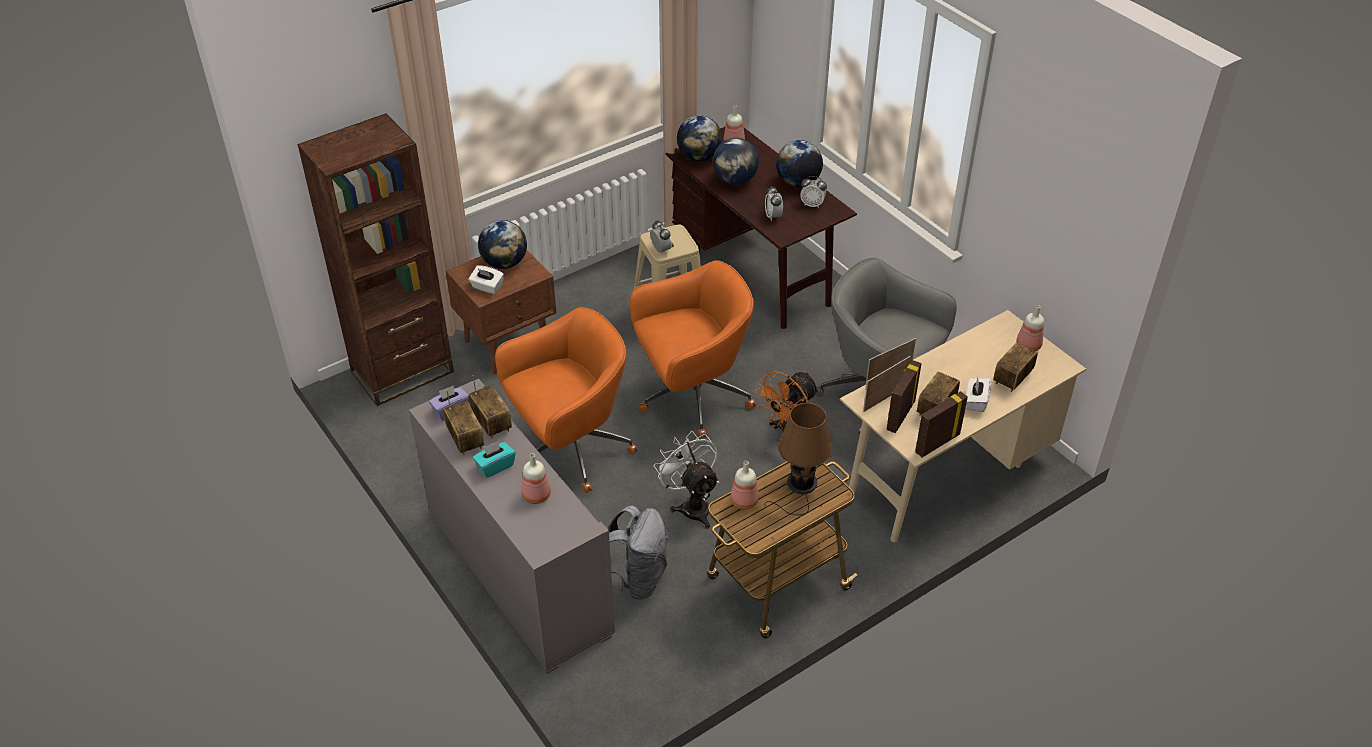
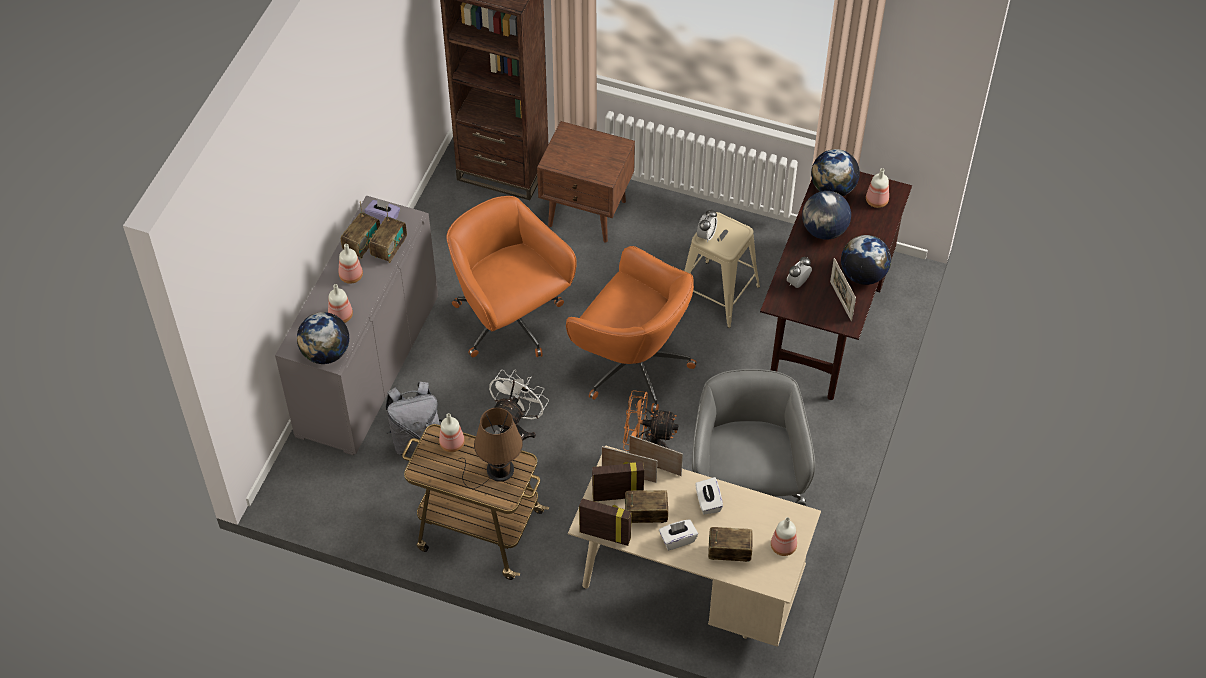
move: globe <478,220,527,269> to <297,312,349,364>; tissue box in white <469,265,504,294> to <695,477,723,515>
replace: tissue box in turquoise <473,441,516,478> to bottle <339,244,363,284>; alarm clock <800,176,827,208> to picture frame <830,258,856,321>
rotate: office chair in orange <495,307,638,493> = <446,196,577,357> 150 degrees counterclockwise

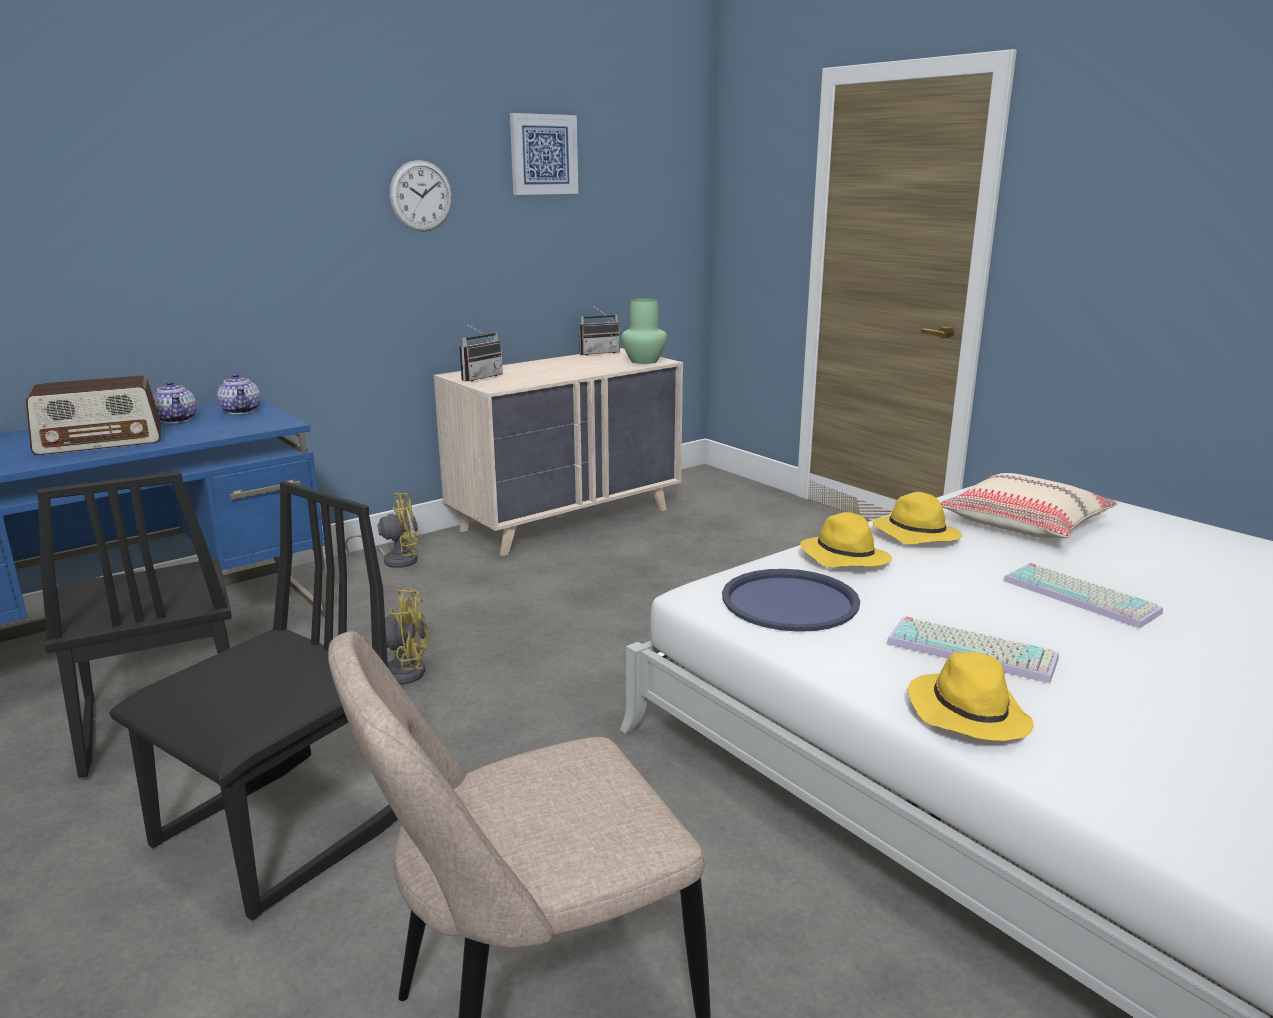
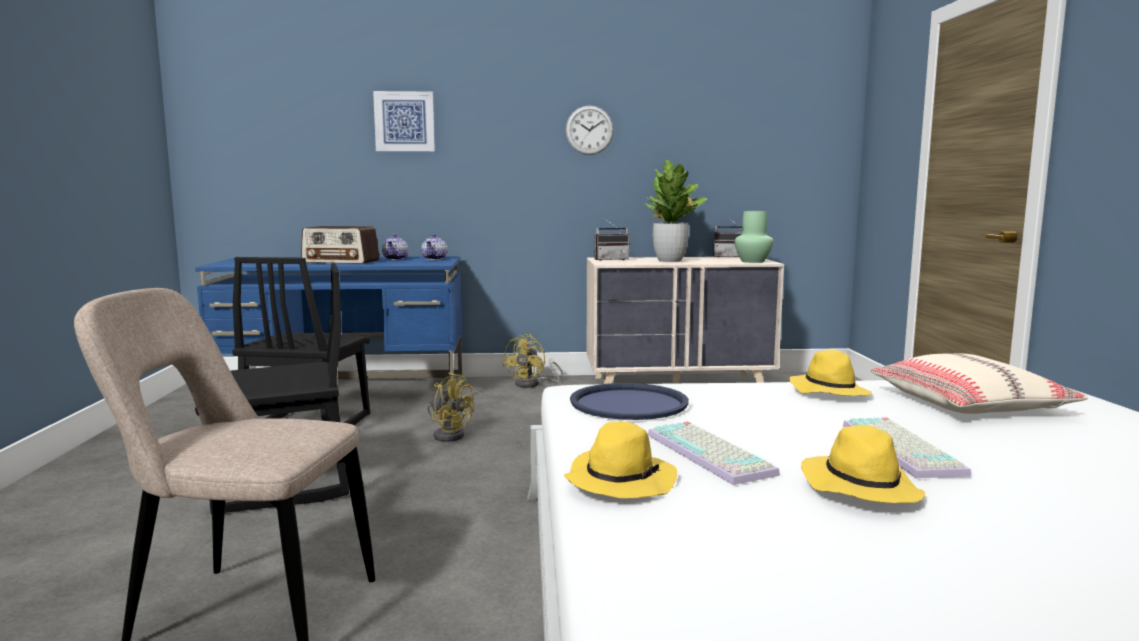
insert: potted plant <645,160,708,262>
move: picture <510,113,578,195> to <373,91,435,152>; hat in yellow <800,512,892,567> to <801,425,925,503>
rotate: fan in yellow <345,493,419,568> = <503,334,563,388> 90 degrees clockwise

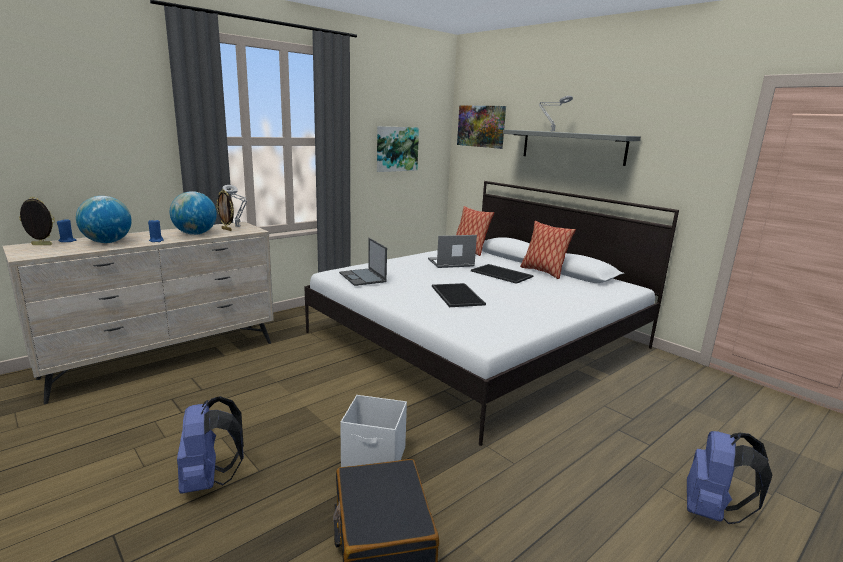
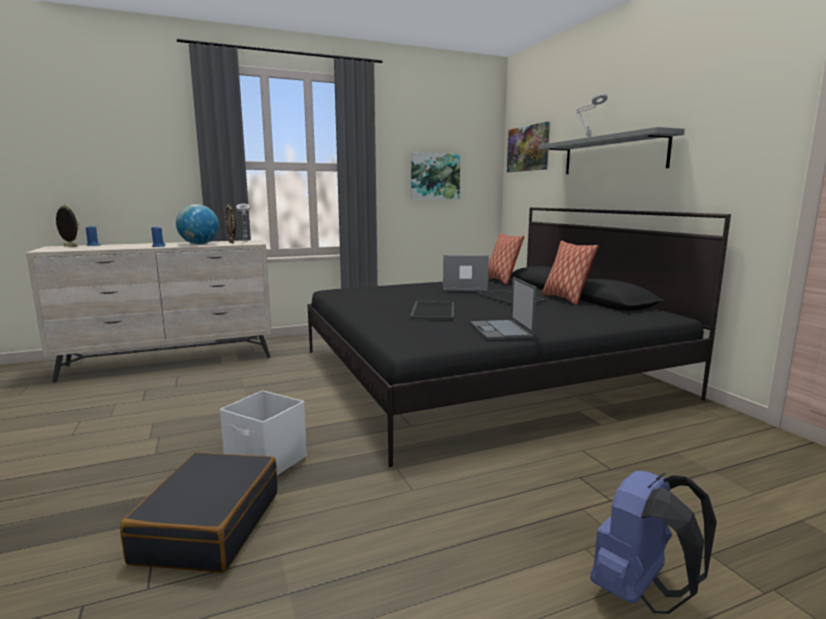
delete: globe <76,196,132,243>; backpack in blue <177,396,244,494>
move: laptop <339,238,387,286> to <470,277,537,340>
recolor: bed in white <304,181,679,446> to bed in black <307,207,731,467>

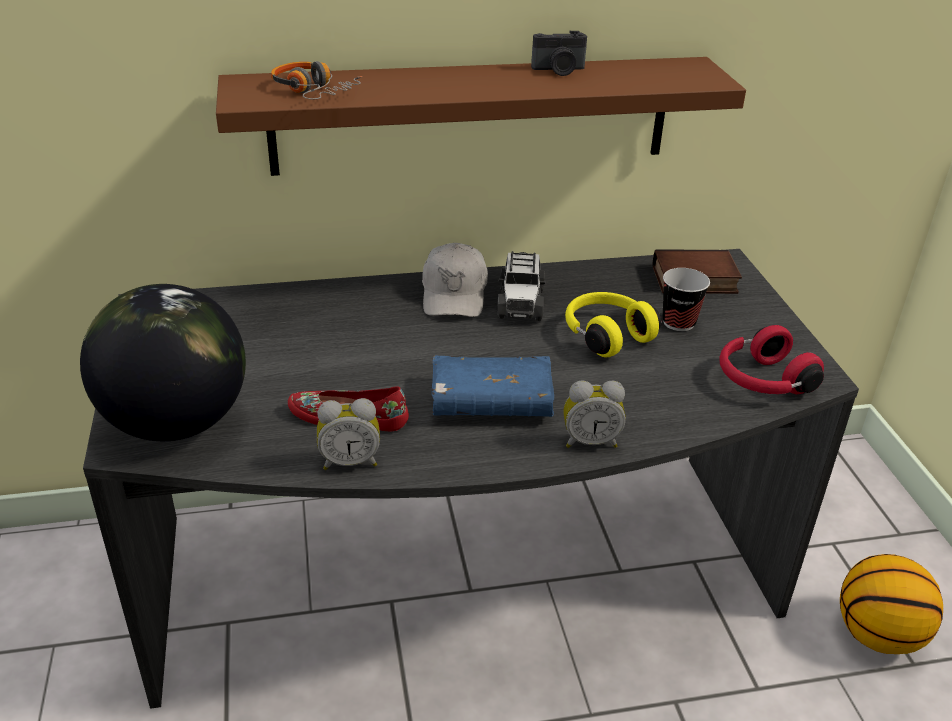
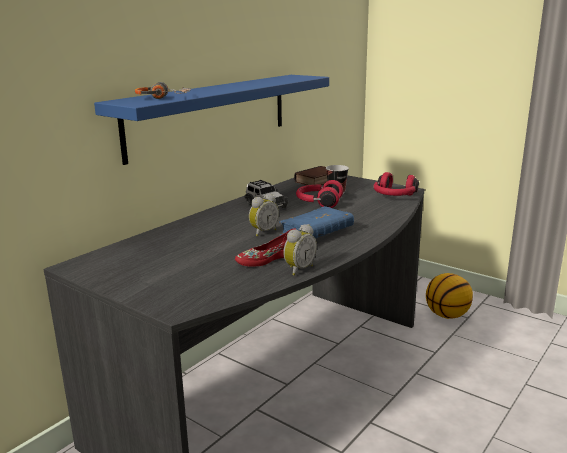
delete: globe <80,284,246,441>; cap in white <422,243,488,317>; photo camera <531,31,587,76>
move: alarm clock <564,380,626,448> to <249,193,279,237>
recolor: shelf in brown <216,57,746,176> to shelf in blue <94,75,329,165>; headphones in yellow <565,292,661,357> to headphones in red <296,180,343,208>

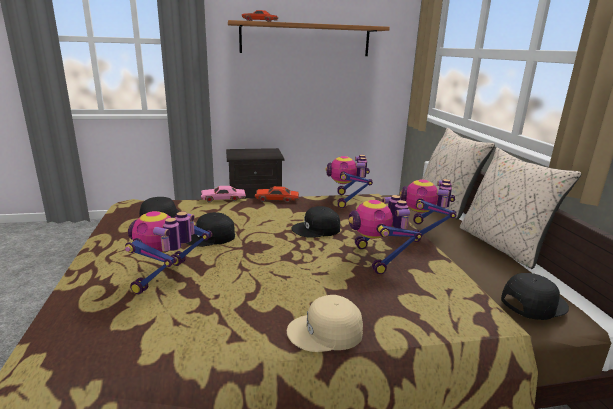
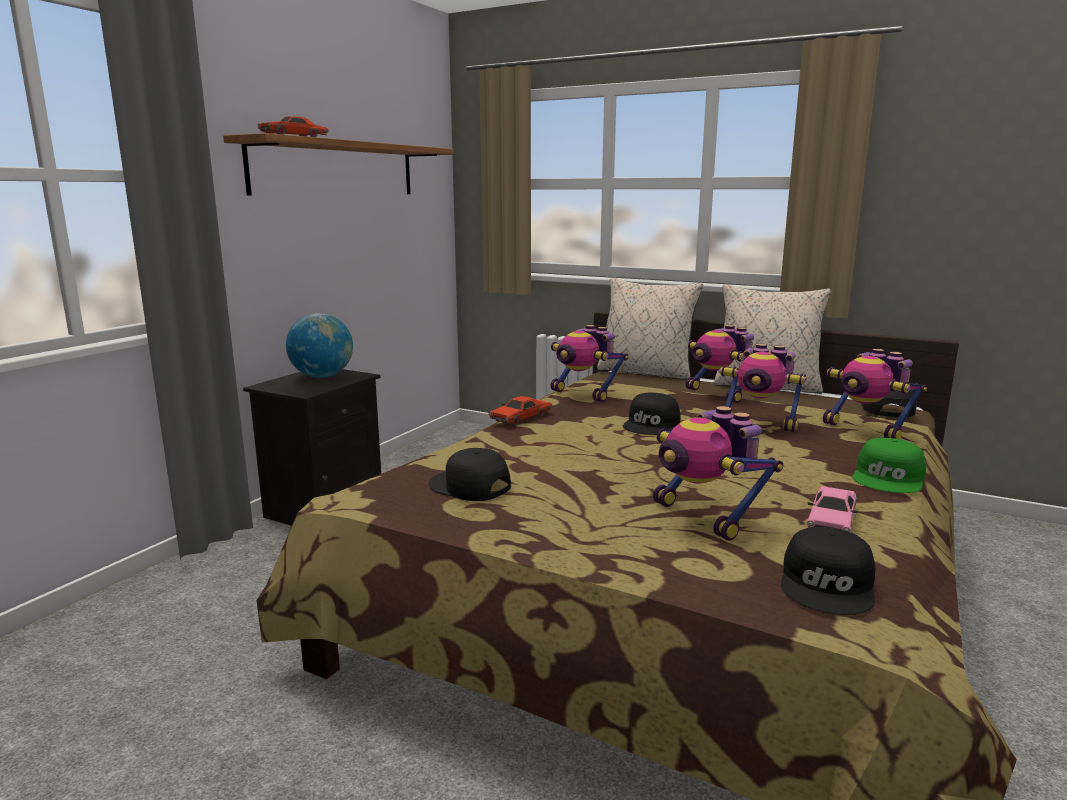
insert: globe <286,313,353,378>; toy robot <823,349,927,439>
move: cap in black <186,212,235,247> to <781,527,875,615>; toy car in pink <201,186,246,202> to <807,486,859,532>
recolor: cap in beige <287,295,363,352> to cap in green <852,438,926,493>

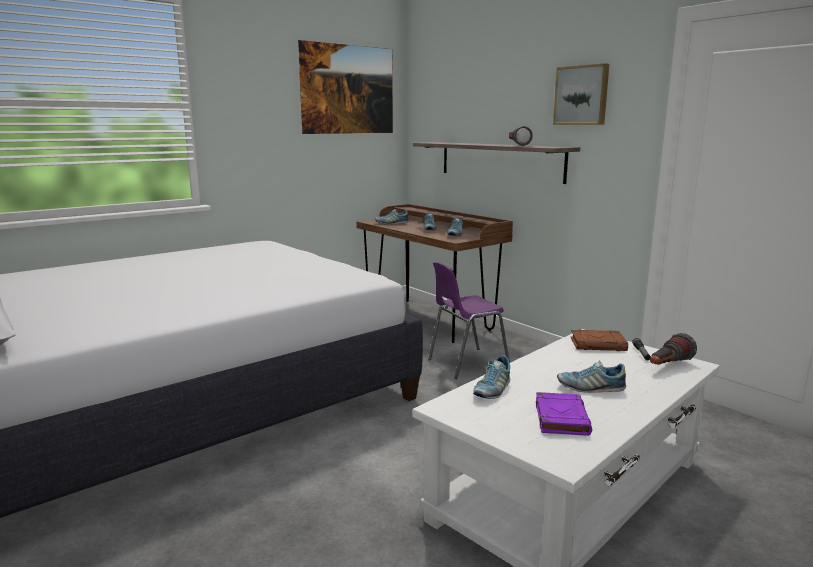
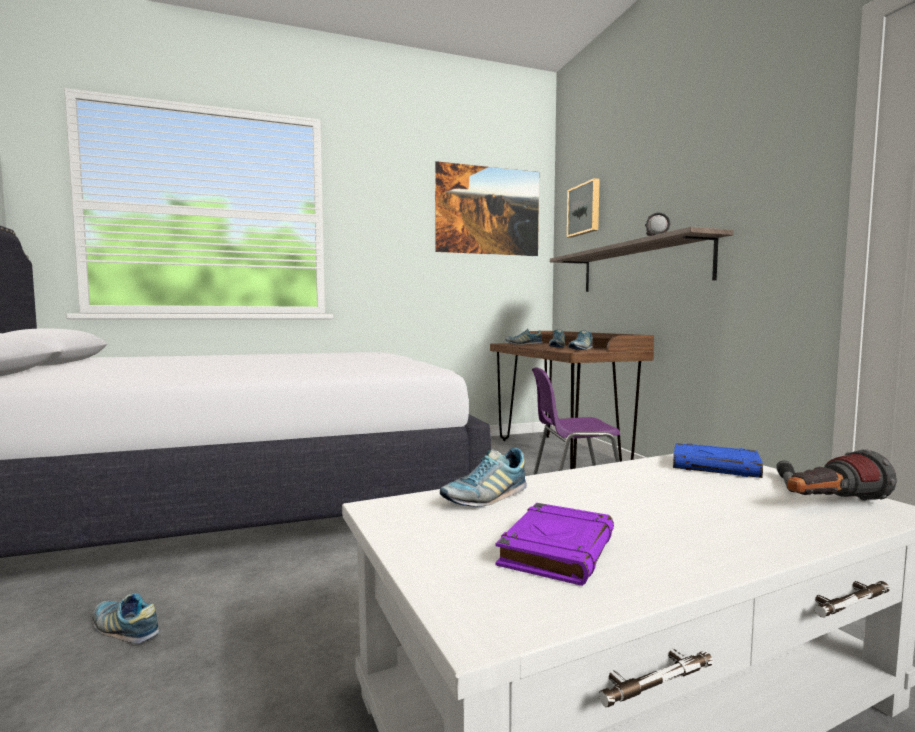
move: shoe <557,361,626,393> to <93,593,161,643>; picture <553,63,609,125> to <567,178,600,238>
recolor: book in brown <571,329,628,351> to book in blue <673,443,763,478>

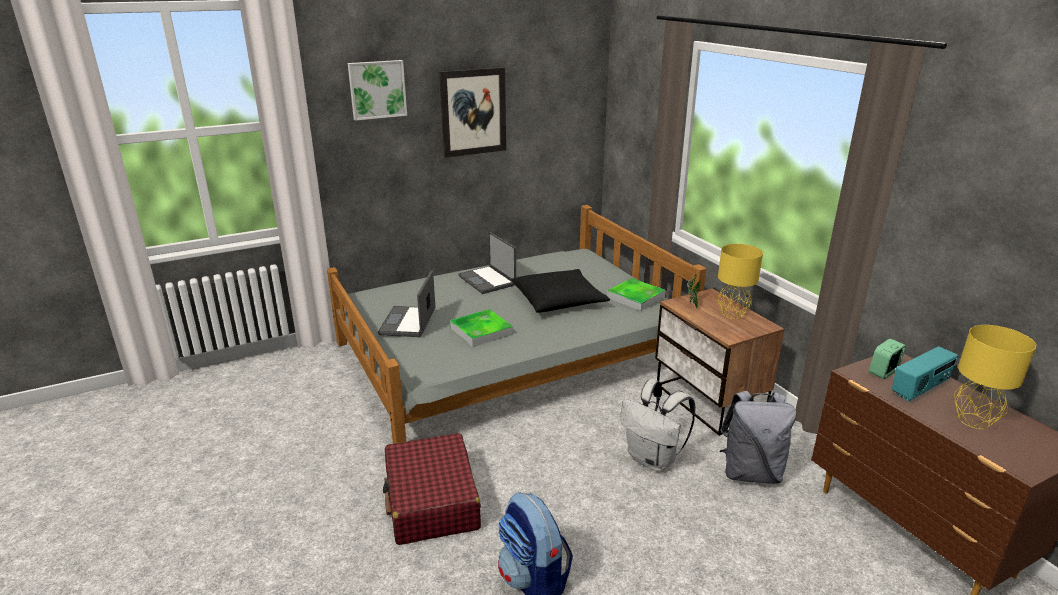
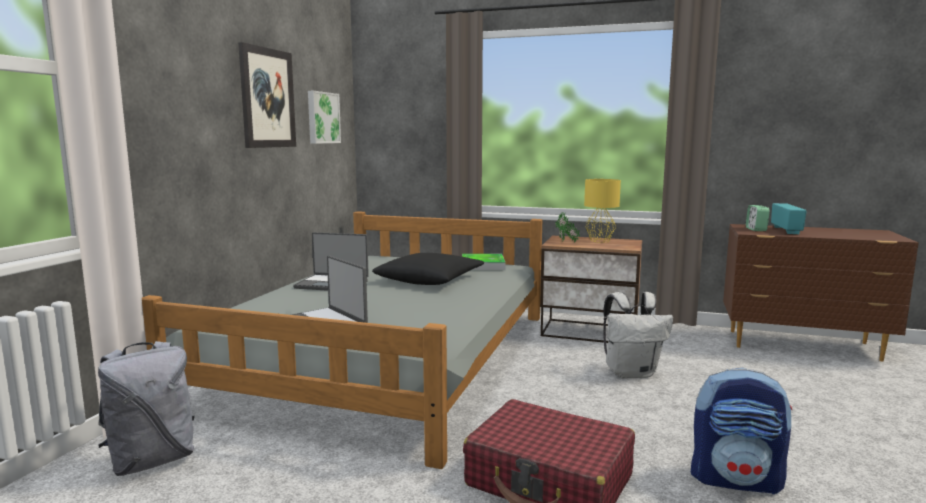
delete: tray <450,309,513,347>; table lamp in yellow <954,325,1036,429>
move: backpack in grey <720,391,796,484> to <98,341,195,476>; picture <348,60,407,121> to <308,91,341,144>

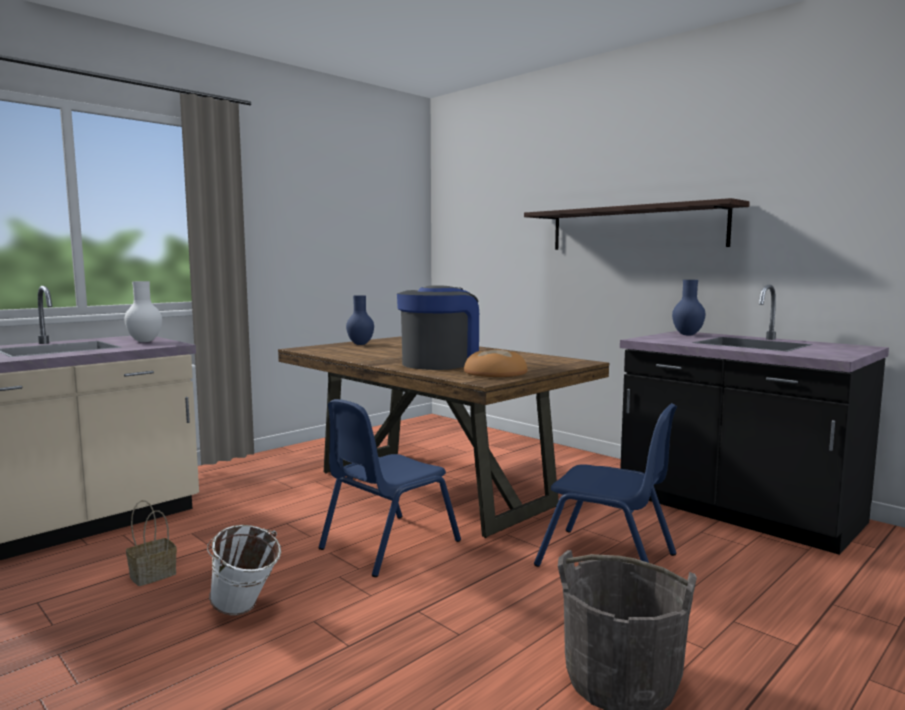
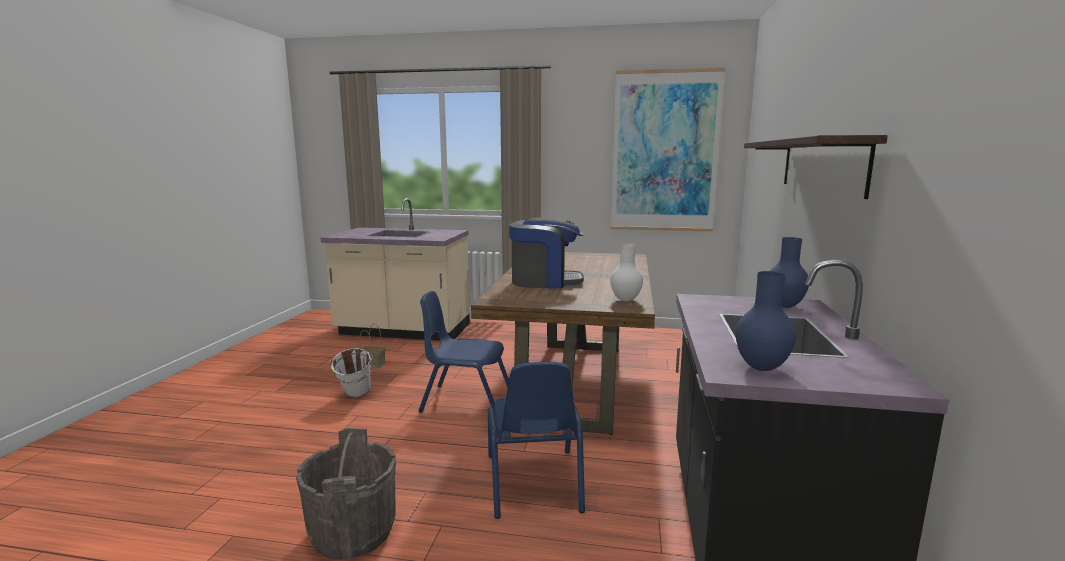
delete: bread <464,349,528,377>
insert: picture <611,68,725,232>
move: vase in white <124,281,162,342> to <610,243,643,302>; vase in blue <346,295,374,345> to <736,271,796,371>

